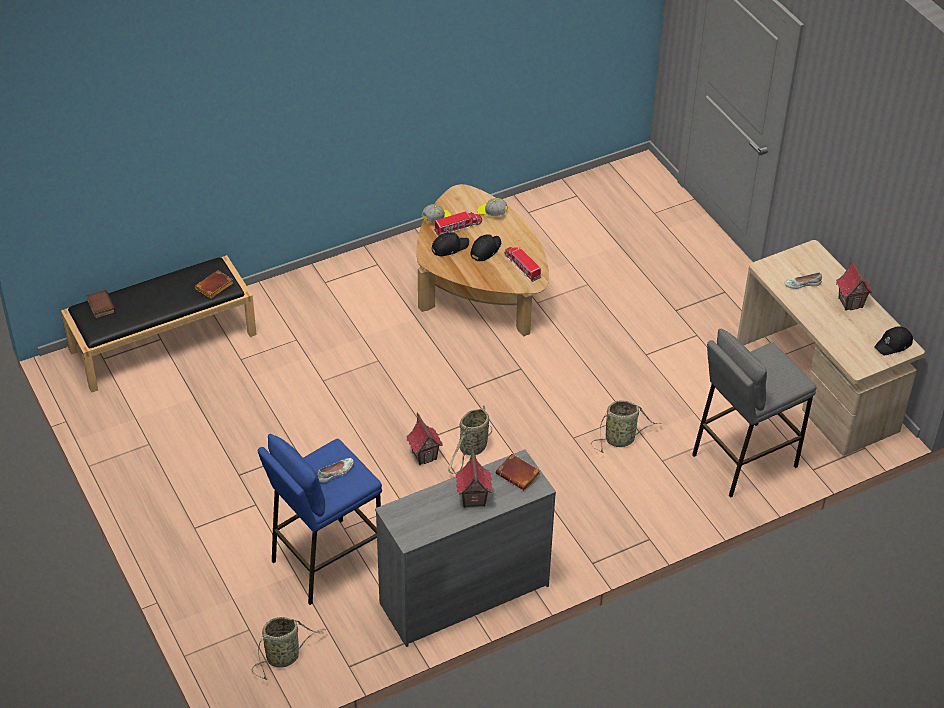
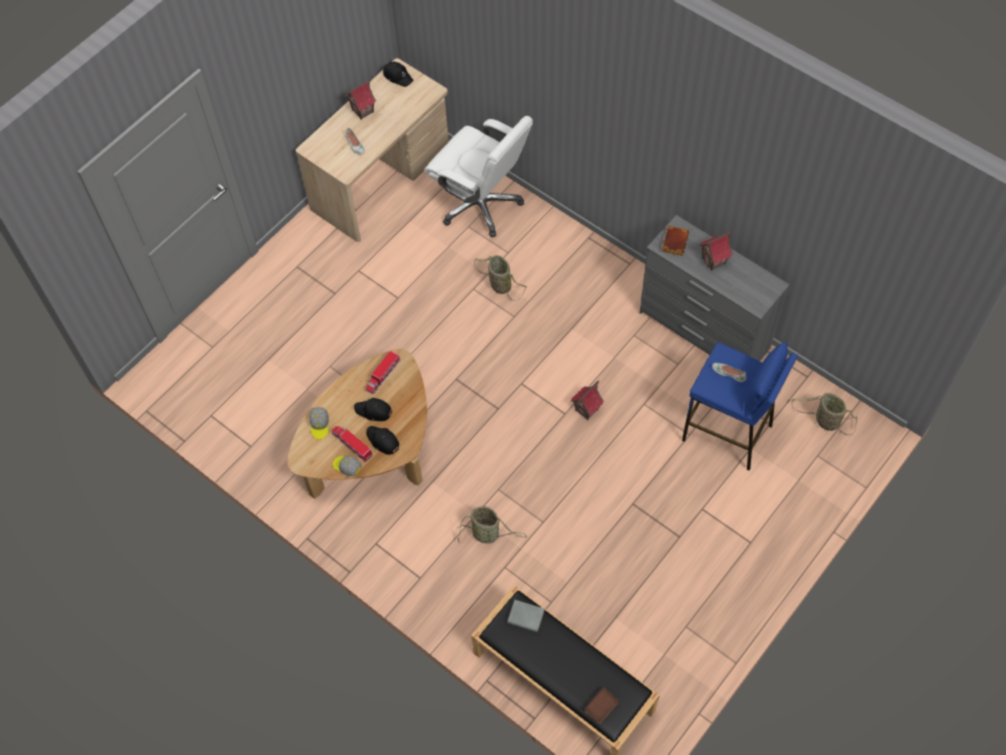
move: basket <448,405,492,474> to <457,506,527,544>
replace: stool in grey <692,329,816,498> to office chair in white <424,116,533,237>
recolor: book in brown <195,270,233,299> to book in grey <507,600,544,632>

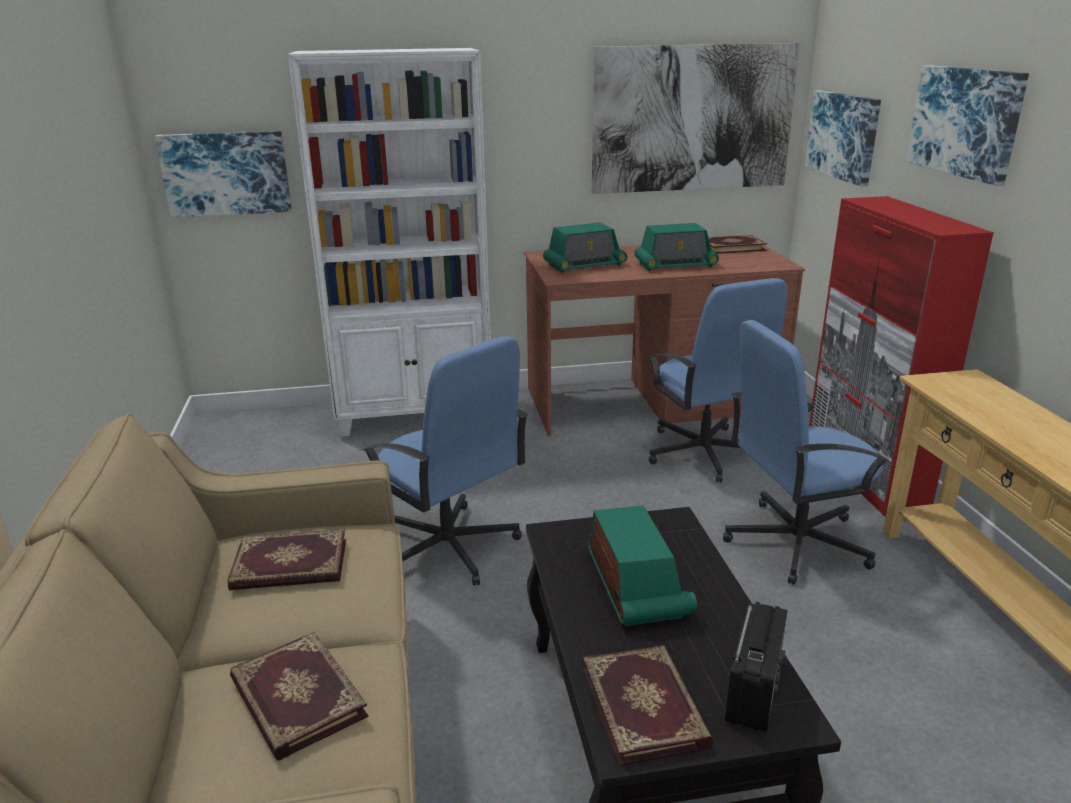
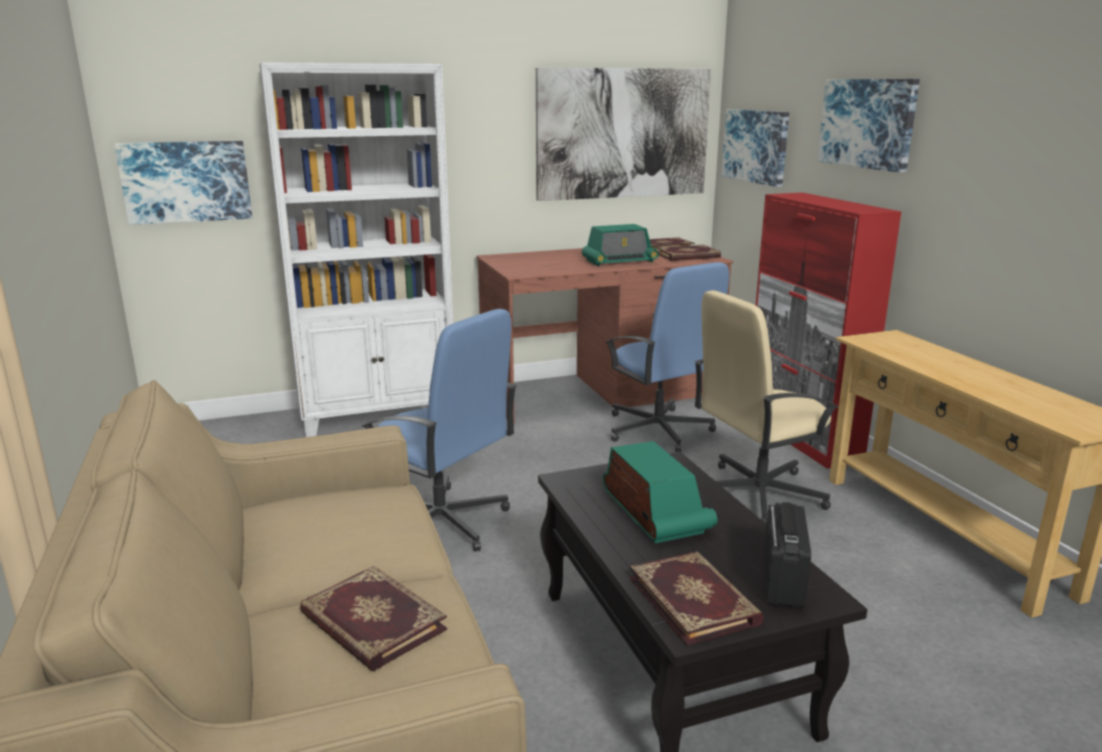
delete: radio <543,222,627,273>
move: book <227,529,346,590> to <656,245,721,261>
recolor: office chair in blue <723,320,889,585> to office chair in beige <694,290,839,524>

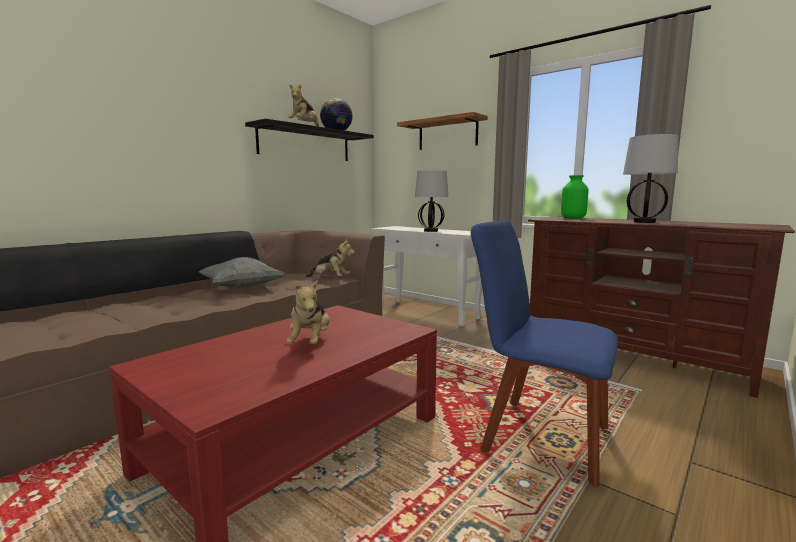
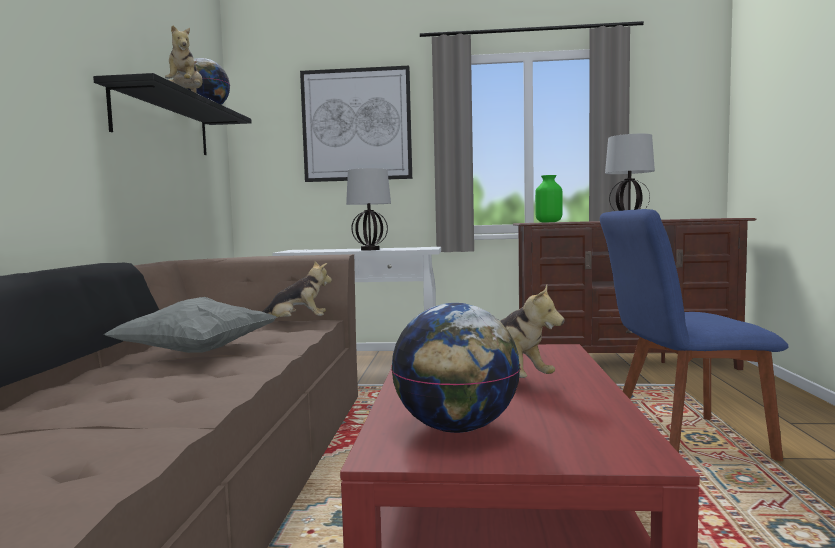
insert: globe <391,303,520,433>
replace: shelf <397,112,488,150> to picture <300,66,412,182>

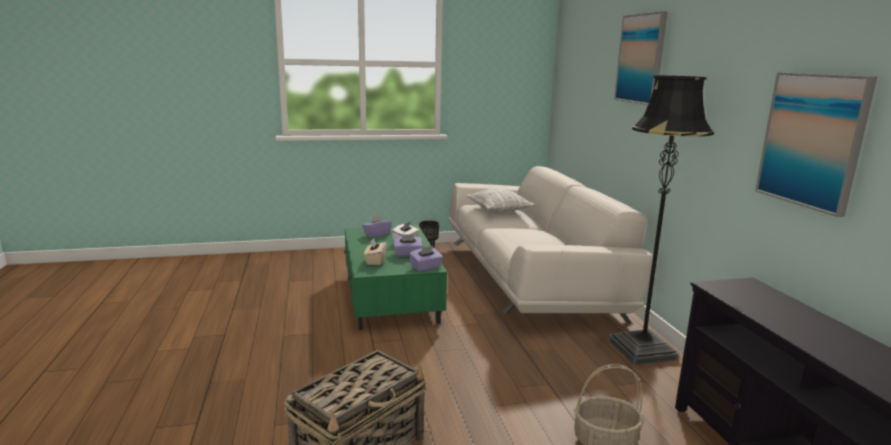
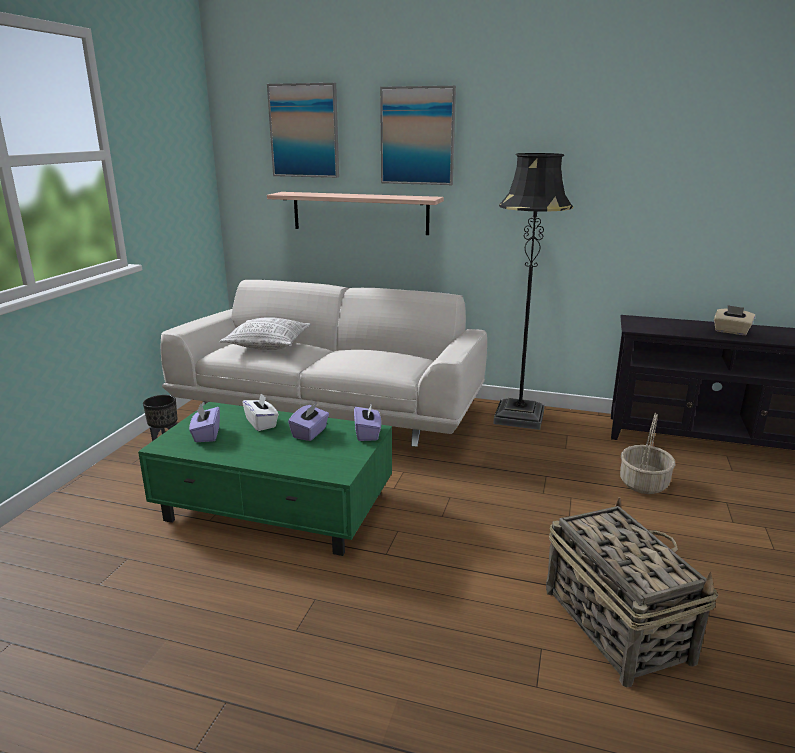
insert: shelf <267,192,444,235>
move: picture <755,72,878,217> to <267,83,339,178>; tissue box in beige <364,238,387,265> to <714,305,755,335>

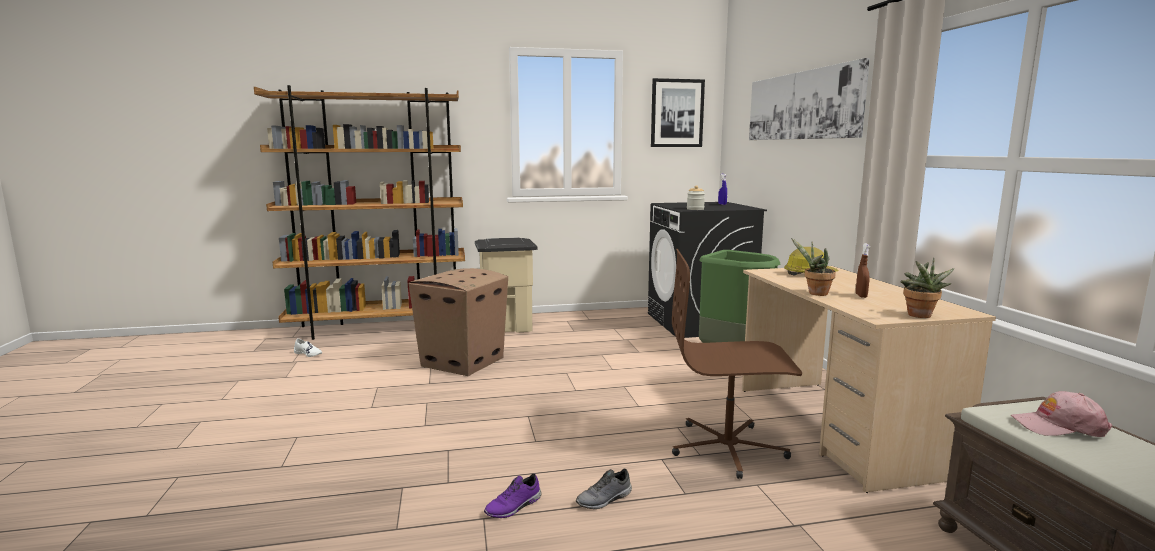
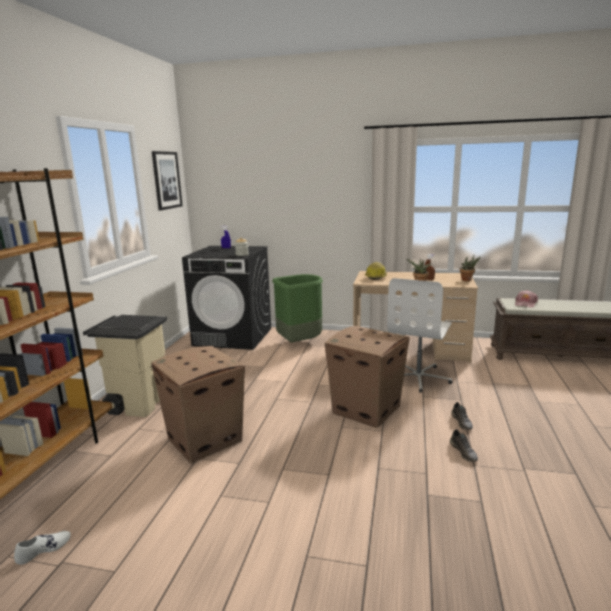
delete: picture <749,58,870,140>
insert: cardboard box <325,326,410,428>
recolor: office chair in brown <672,249,802,479> to office chair in white <387,278,452,393>; shoe in purple <484,474,542,518> to shoe in grey <450,429,478,462>

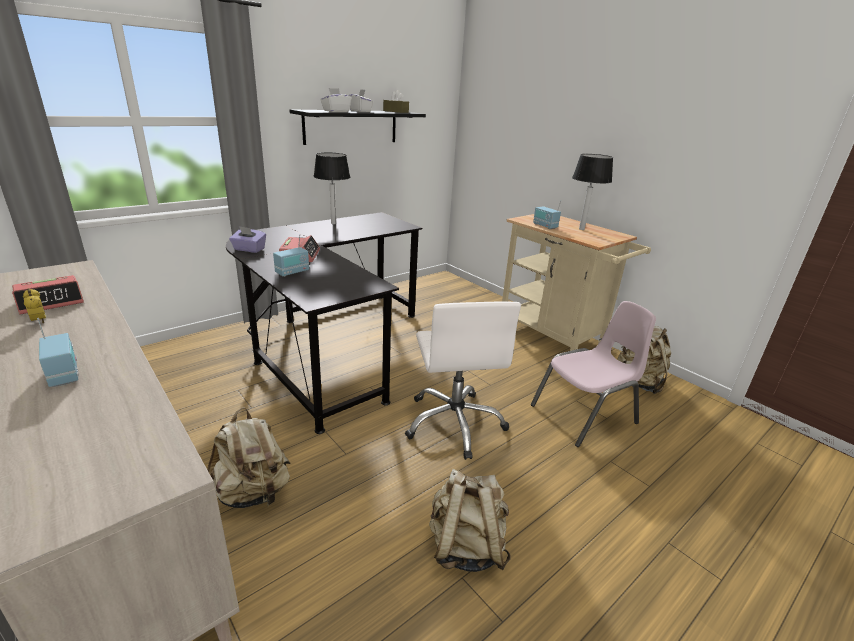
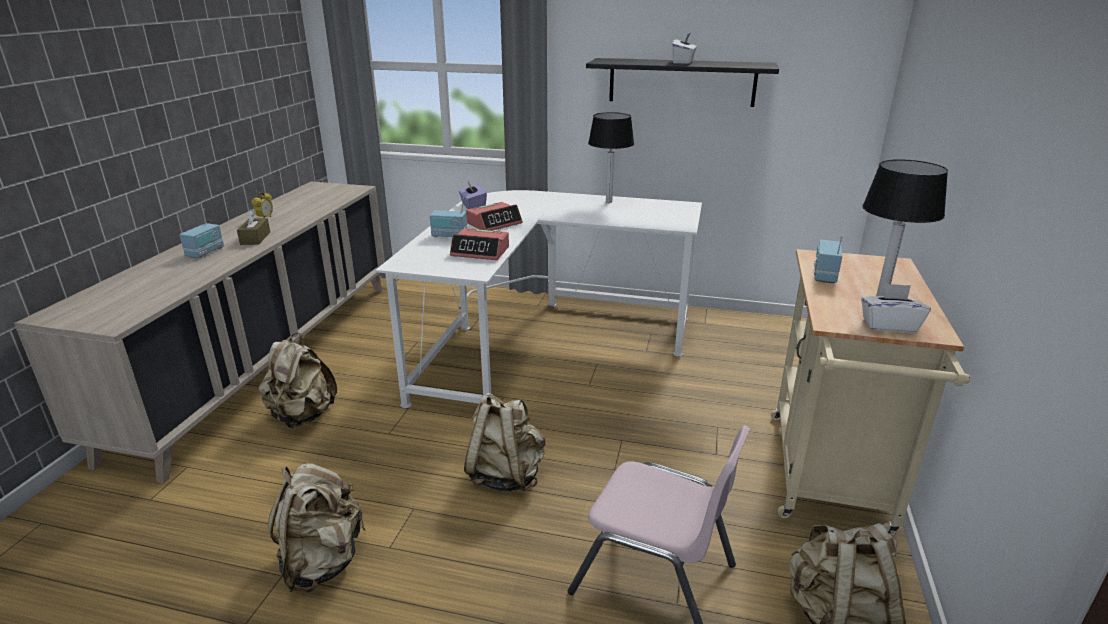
move: tissue box in brown <383,90,409,113> to <237,209,270,245>; alarm clock <12,275,84,314> to <450,228,509,260>; tissue box in white <320,88,351,112> to <861,283,931,333>
replace: office chair in white <405,302,521,460> to backpack in beige <464,393,545,491>
recolor: desk in black <226,212,422,434> to desk in white <375,190,702,408>

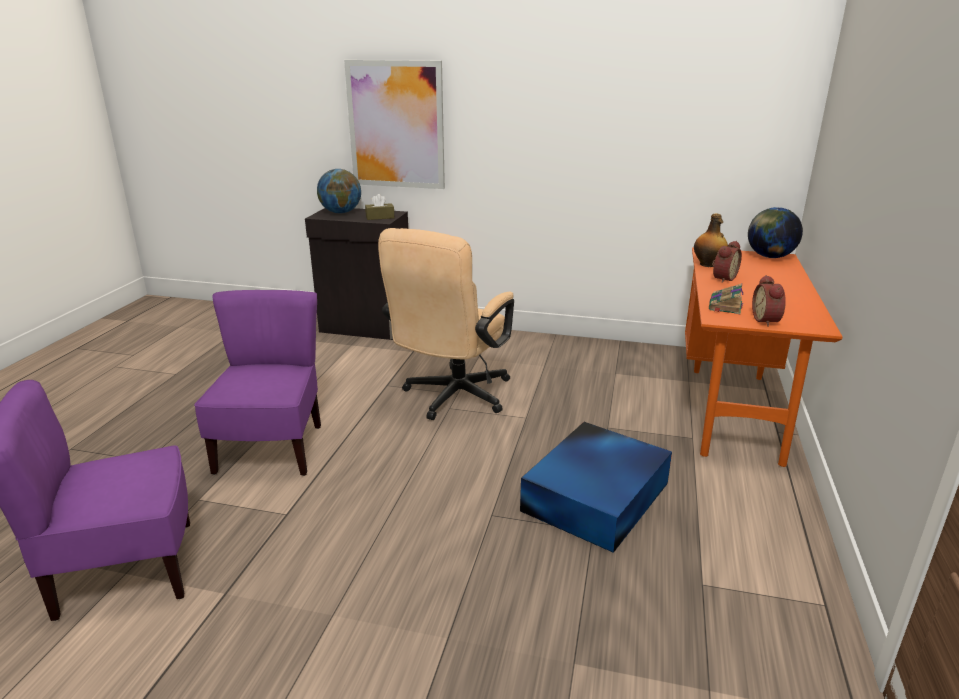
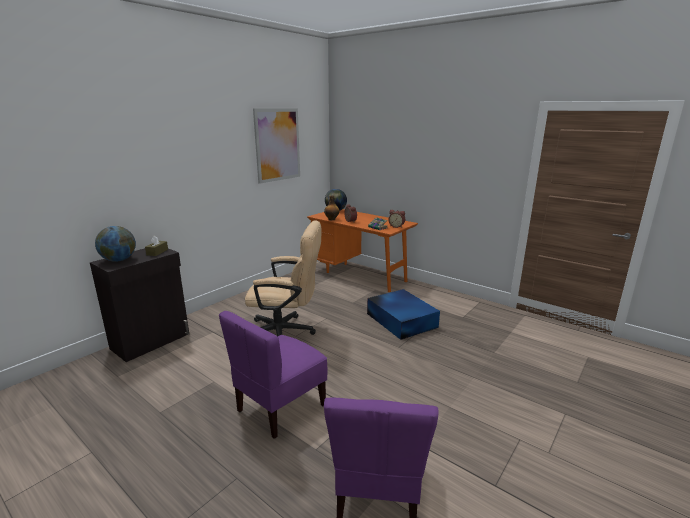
move: picture <344,60,445,189> to <253,109,300,184>
rotate: chair in purple <194,290,321,476> = <219,311,328,439> 75 degrees counterclockwise; office chair in beige <378,228,514,420> = <245,220,321,337> 45 degrees counterclockwise

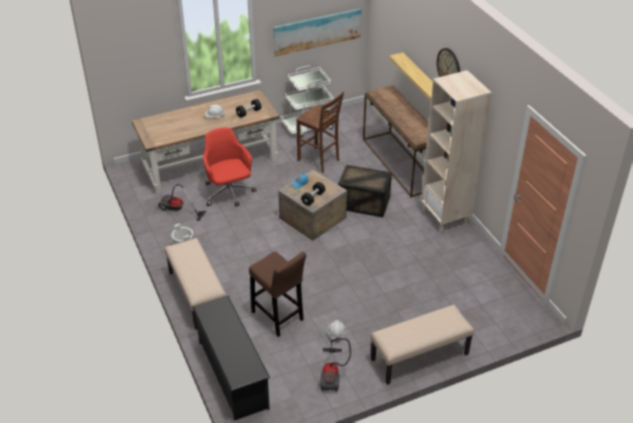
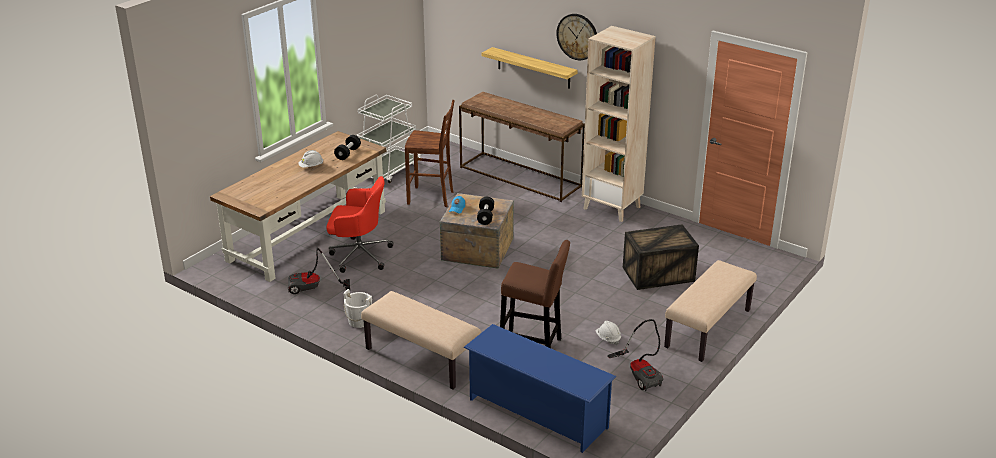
delete: picture <273,9,361,57>
move: crate <338,165,392,217> to <623,224,699,290>
recolor: shoe rack in black <192,296,270,421> to shoe rack in blue <464,324,616,453>
rotate: office chair in red <203,128,257,206> = <326,176,394,273> 150 degrees clockwise

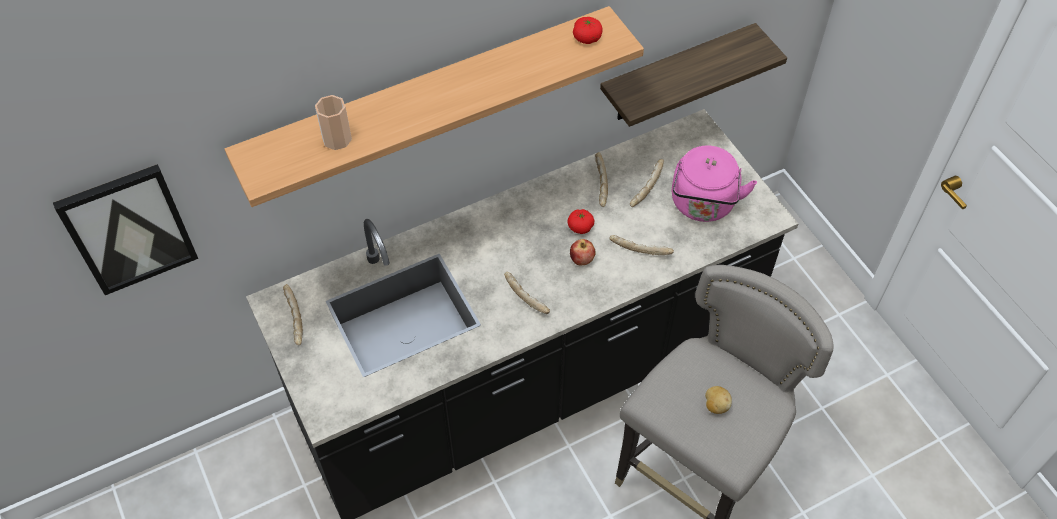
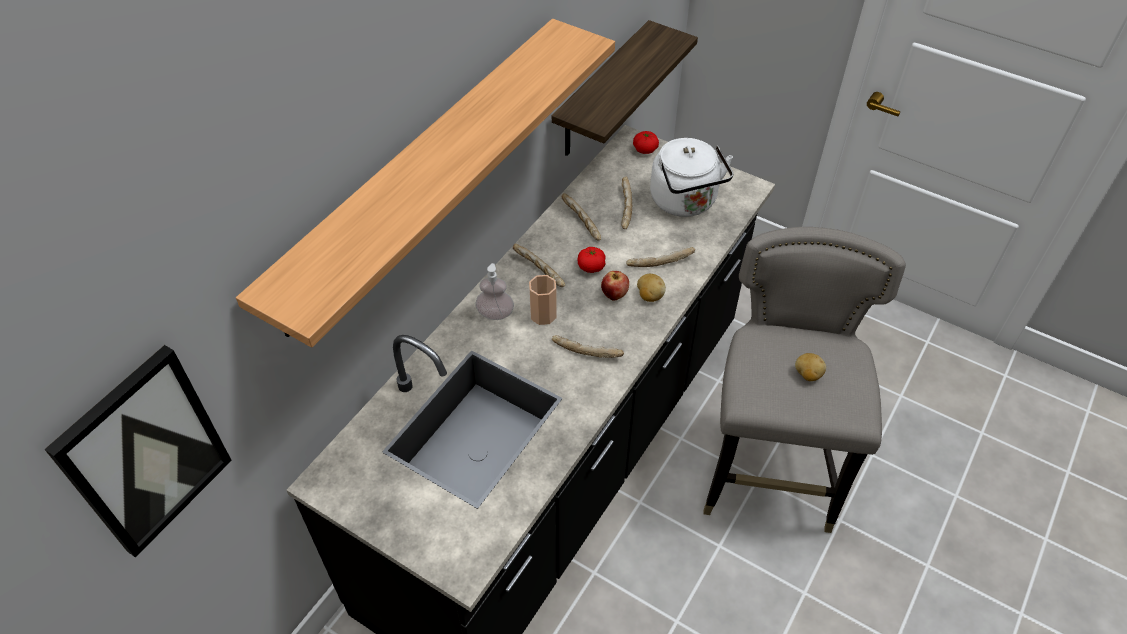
insert: soap dispenser <475,263,514,320>; potato <637,274,666,302>
move: bread <283,284,303,345> to <513,244,565,287>; cup <315,95,352,150> to <529,275,557,325>; tomato <573,17,603,44> to <633,131,659,154>
recolor: kettle in pink <672,145,757,222> to kettle in white <650,138,733,217>

